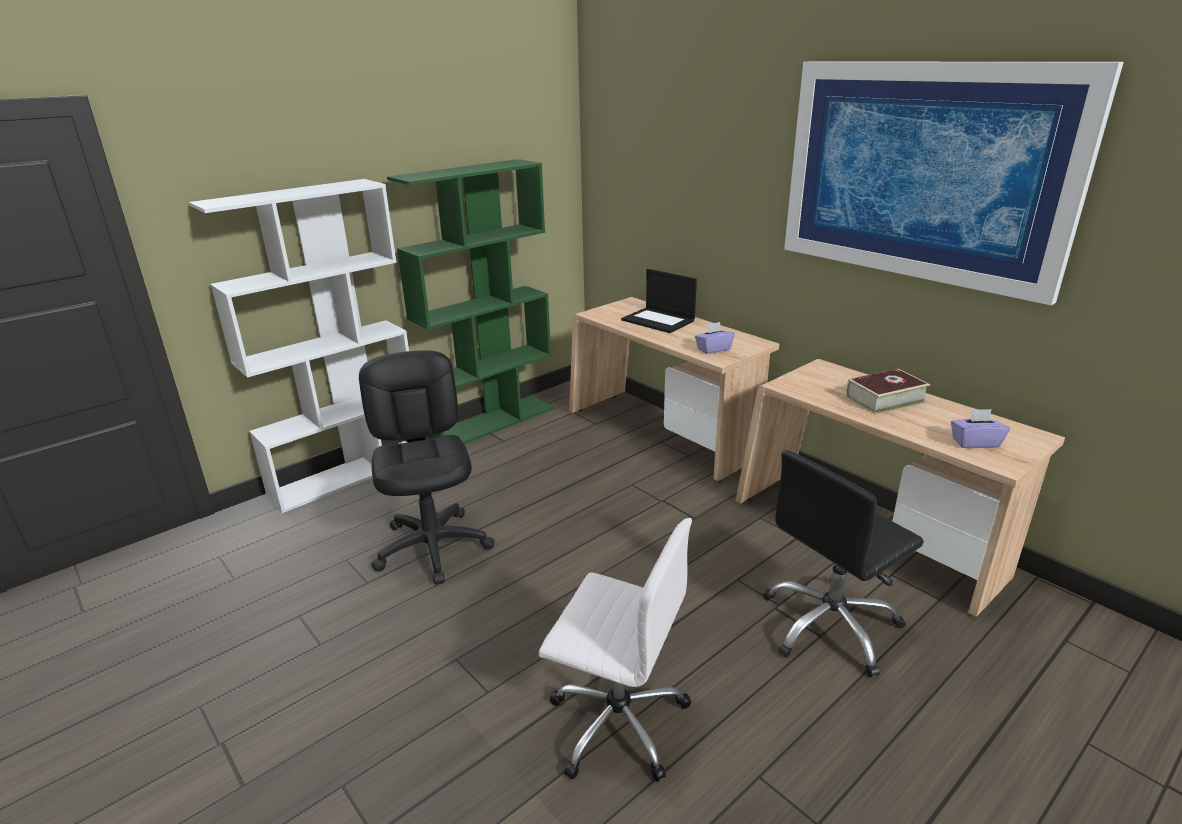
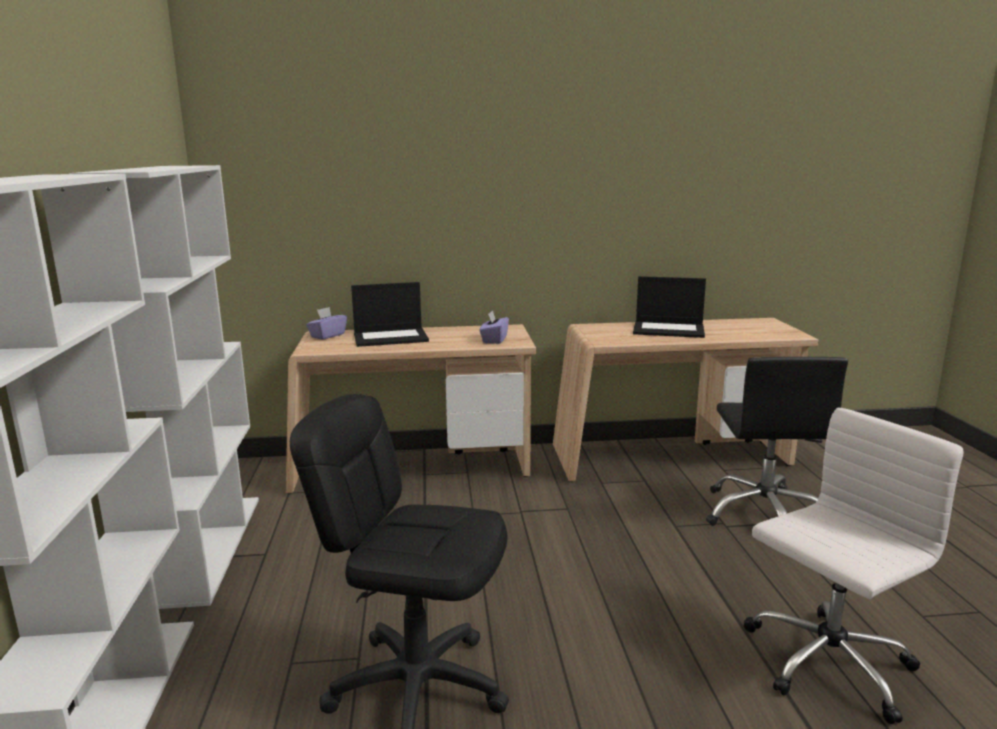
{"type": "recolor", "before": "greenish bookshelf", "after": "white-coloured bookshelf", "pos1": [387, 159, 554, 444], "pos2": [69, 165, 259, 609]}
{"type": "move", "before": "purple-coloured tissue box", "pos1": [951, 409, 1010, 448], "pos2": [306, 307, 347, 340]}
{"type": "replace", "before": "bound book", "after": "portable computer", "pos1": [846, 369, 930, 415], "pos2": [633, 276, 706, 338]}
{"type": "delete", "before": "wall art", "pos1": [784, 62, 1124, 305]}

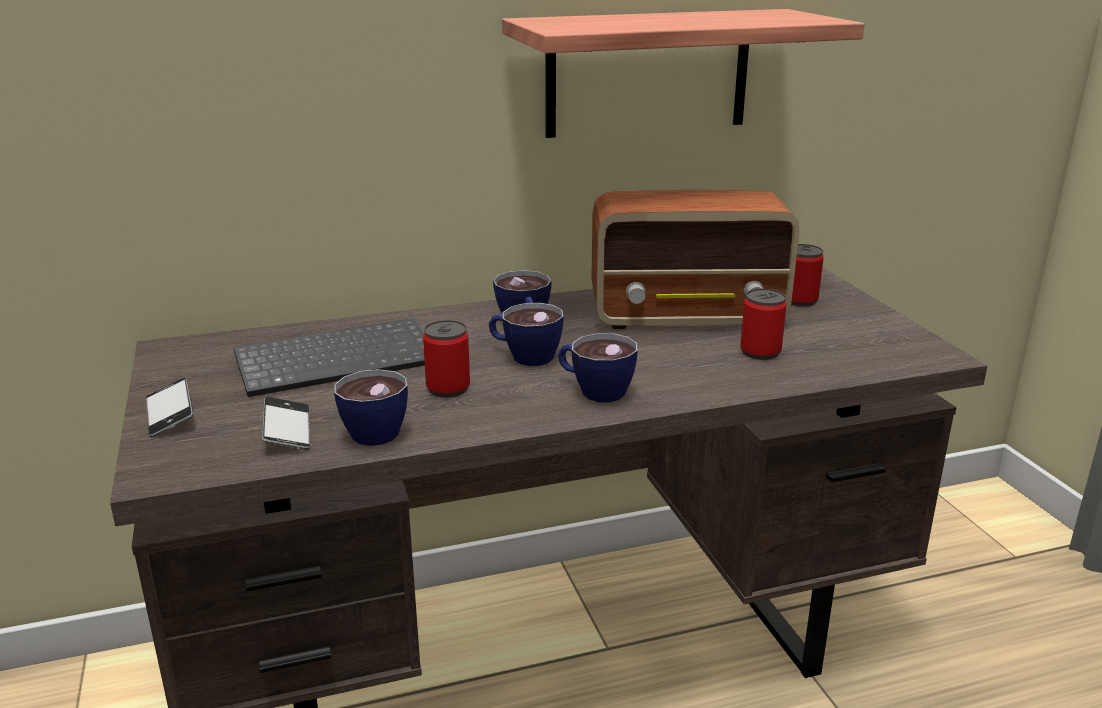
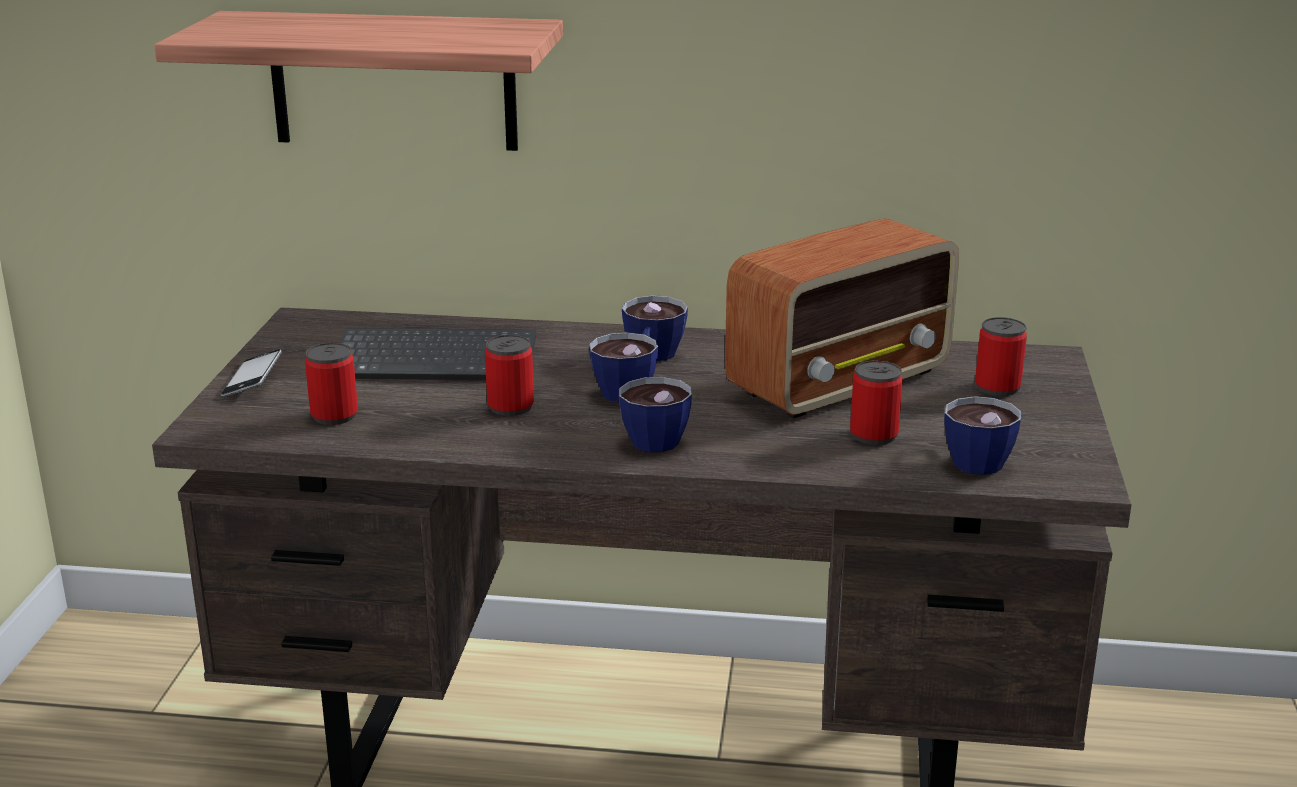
{"type": "move", "before": "wall shelf", "pos1": [502, 9, 865, 138], "pos2": [154, 11, 563, 151]}
{"type": "replace", "before": "handset", "after": "sealed can", "pos1": [262, 397, 311, 450], "pos2": [305, 343, 358, 425]}
{"type": "rotate", "before": "radio", "pos1": [591, 190, 799, 329], "pos2": [725, 218, 959, 419], "turn": -60}
{"type": "move", "before": "small cup", "pos1": [334, 369, 408, 446], "pos2": [944, 396, 1021, 475]}

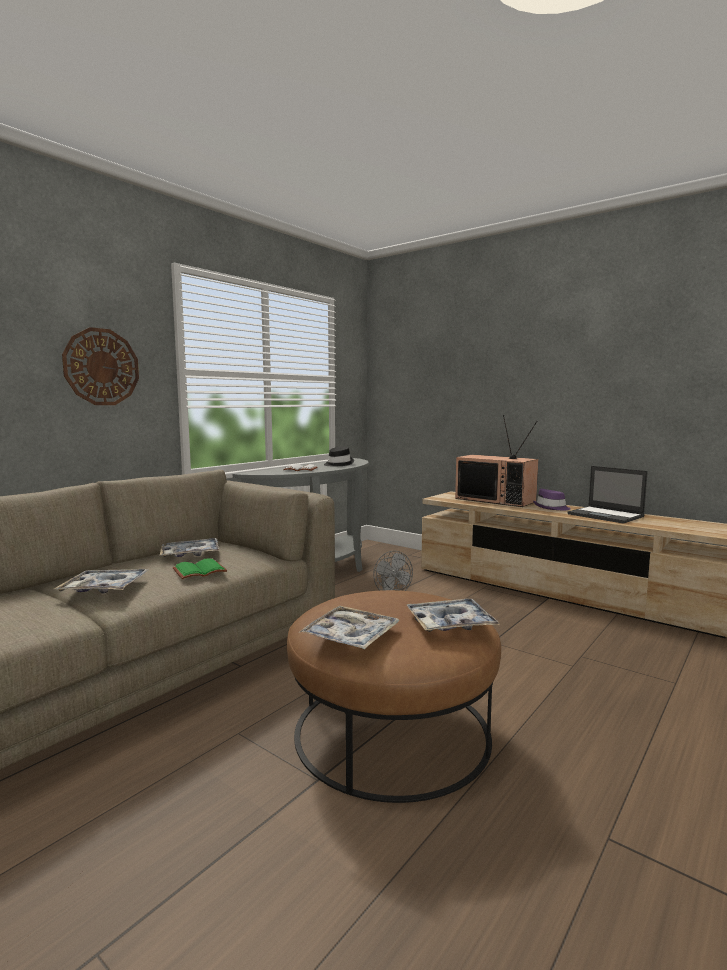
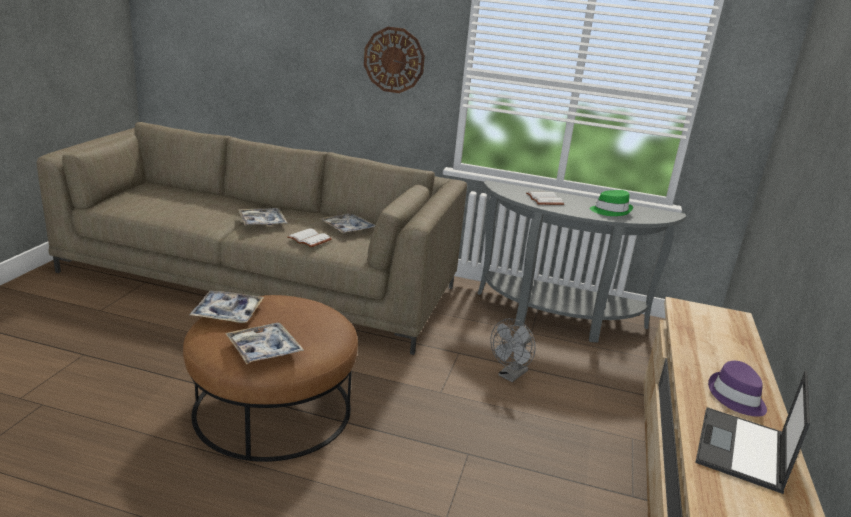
{"type": "recolor", "before": "greenish bound book", "after": "white-coloured bound book", "pos1": [173, 558, 228, 579], "pos2": [287, 228, 332, 247]}
{"type": "recolor", "before": "black-coloured hat", "after": "greenish hat", "pos1": [324, 447, 354, 466], "pos2": [590, 190, 633, 216]}
{"type": "delete", "before": "TV", "pos1": [455, 415, 538, 507]}

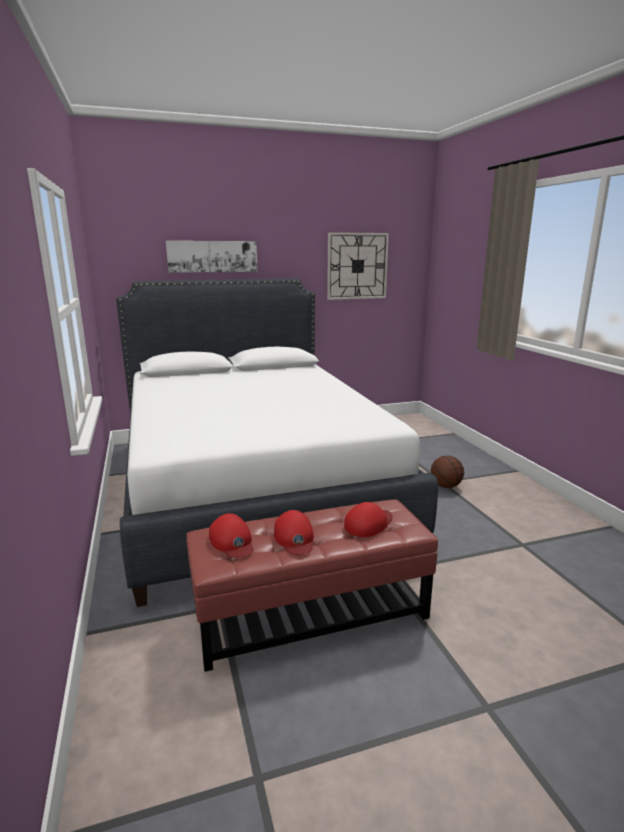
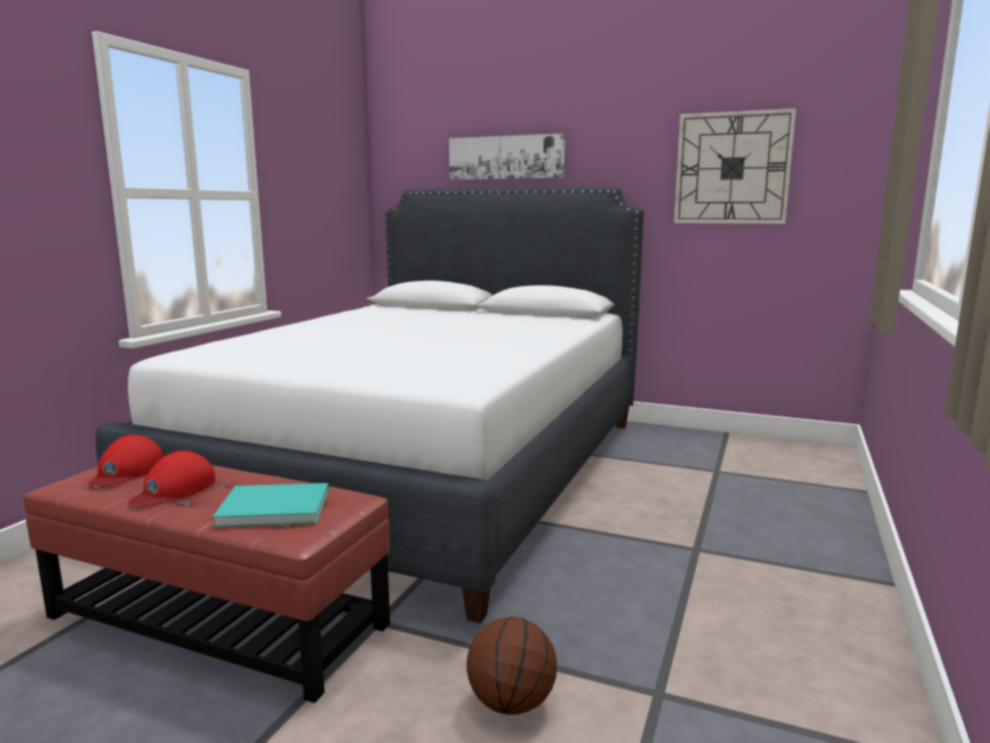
{"type": "replace", "before": "reddish cap", "after": "blue-green bound book", "pos1": [344, 502, 393, 537], "pos2": [213, 483, 329, 527]}
{"type": "move", "before": "basketball", "pos1": [431, 455, 464, 488], "pos2": [467, 617, 557, 715]}

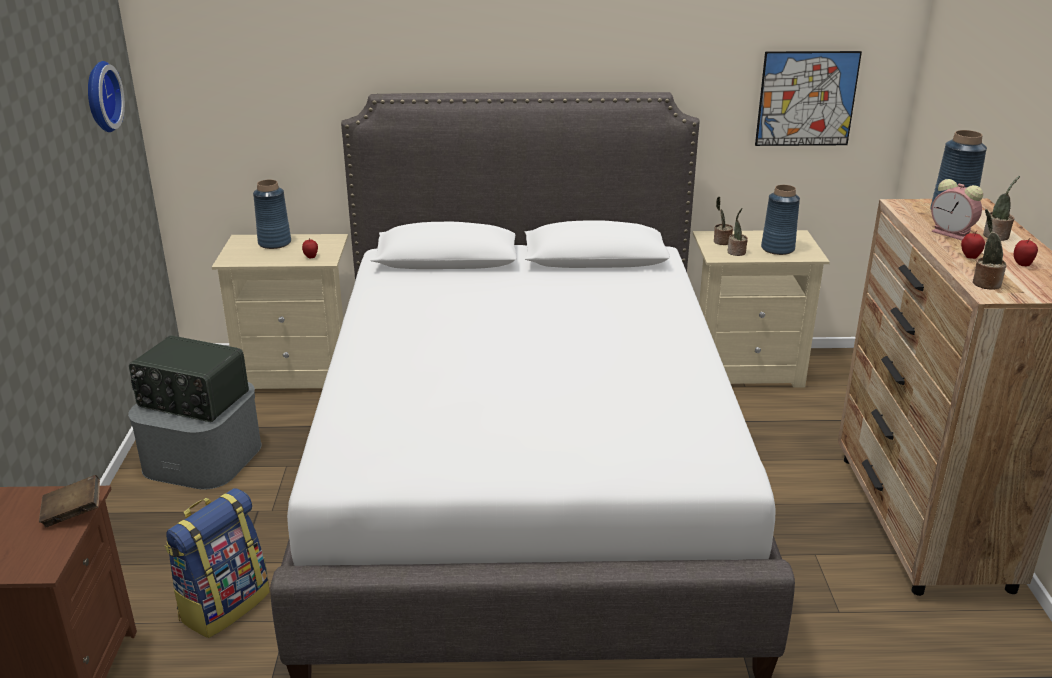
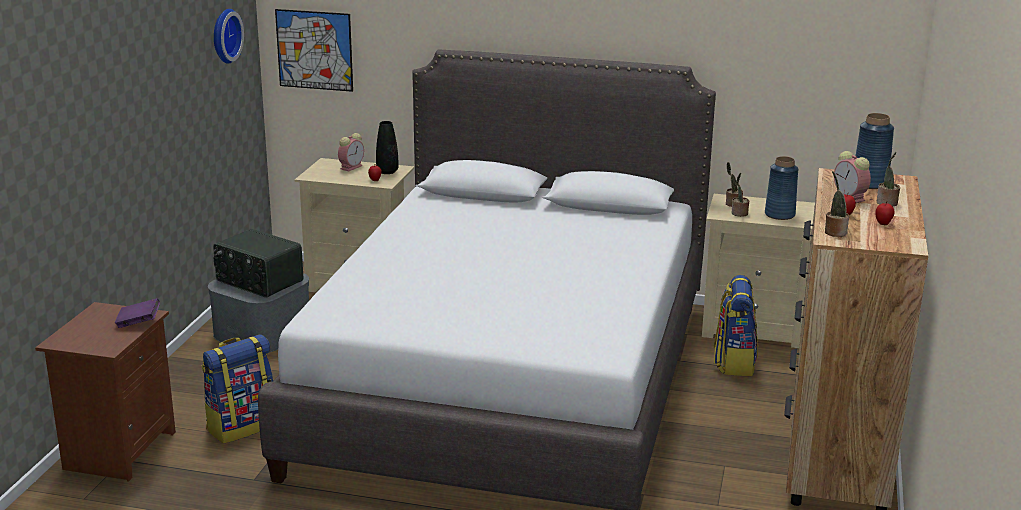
{"type": "recolor", "before": "brown bound book", "after": "purple-coloured bound book", "pos1": [39, 475, 100, 527], "pos2": [115, 298, 160, 328]}
{"type": "move", "before": "wall art", "pos1": [755, 51, 862, 146], "pos2": [275, 9, 353, 92]}
{"type": "replace", "before": "blue vase", "after": "table clock", "pos1": [253, 180, 291, 249], "pos2": [338, 133, 364, 172]}
{"type": "insert", "after": "black-coloured vase", "pos2": [376, 121, 398, 174]}
{"type": "insert", "after": "backpack", "pos2": [714, 275, 758, 376]}

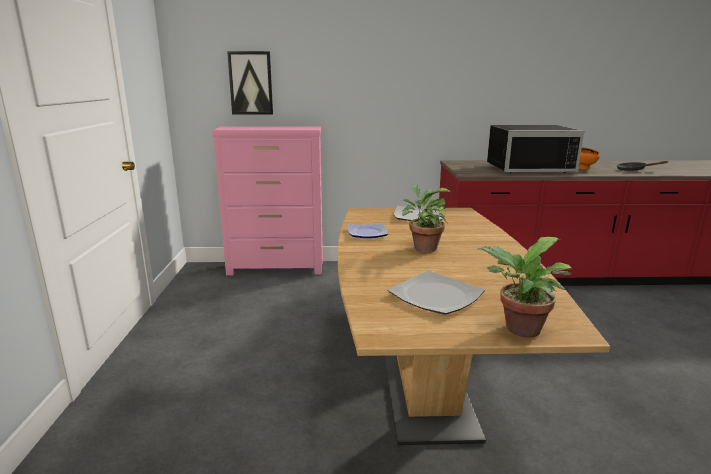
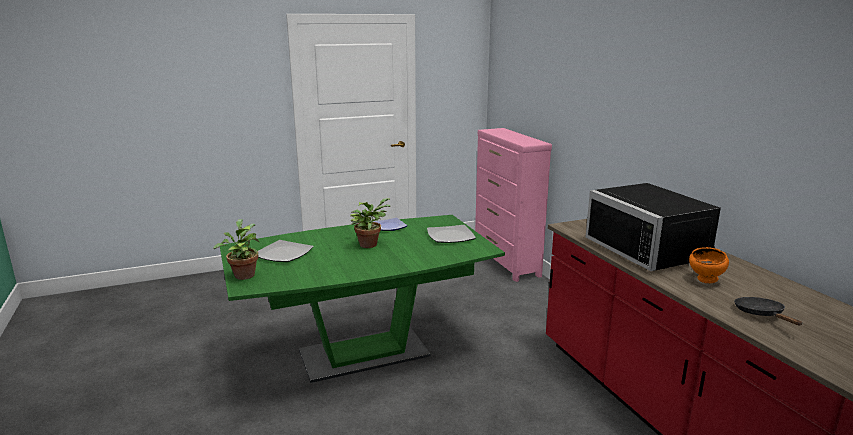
{"type": "recolor", "before": "brown dining table", "after": "greenish dining table", "pos1": [338, 208, 610, 445], "pos2": [220, 215, 505, 383]}
{"type": "delete", "before": "wall art", "pos1": [227, 51, 273, 115]}

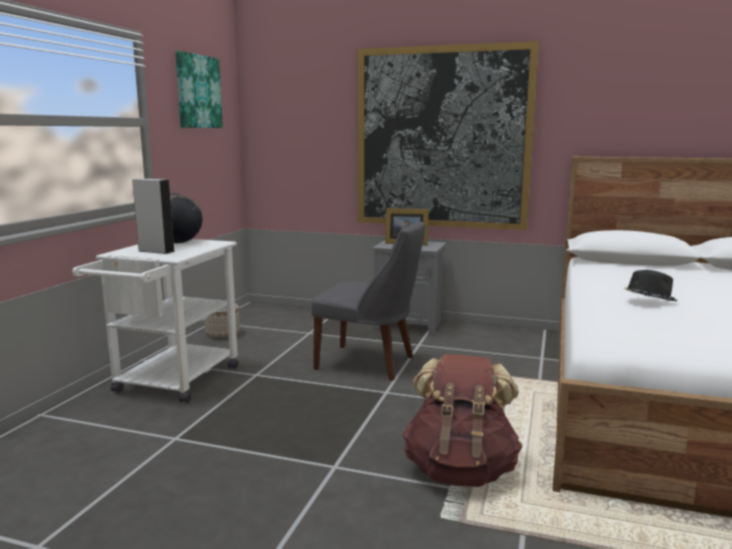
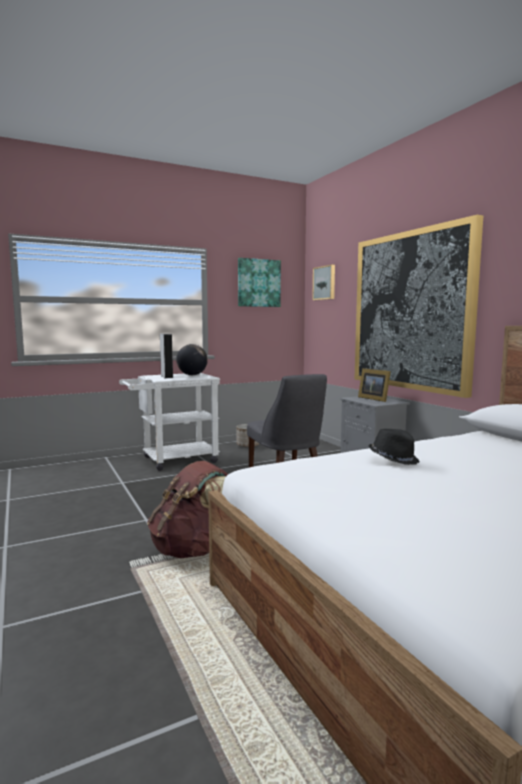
{"type": "insert", "after": "wall art", "pos2": [312, 265, 335, 300]}

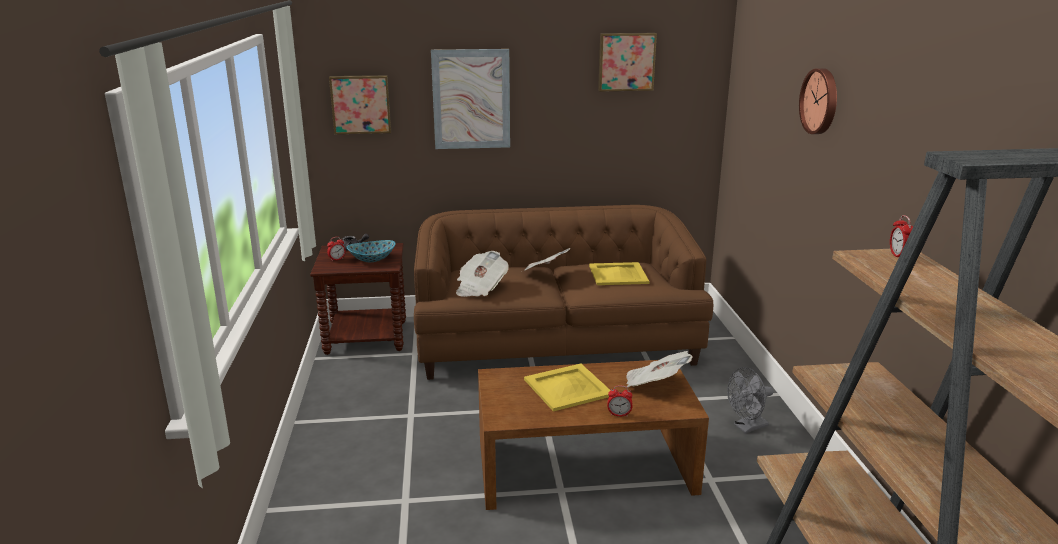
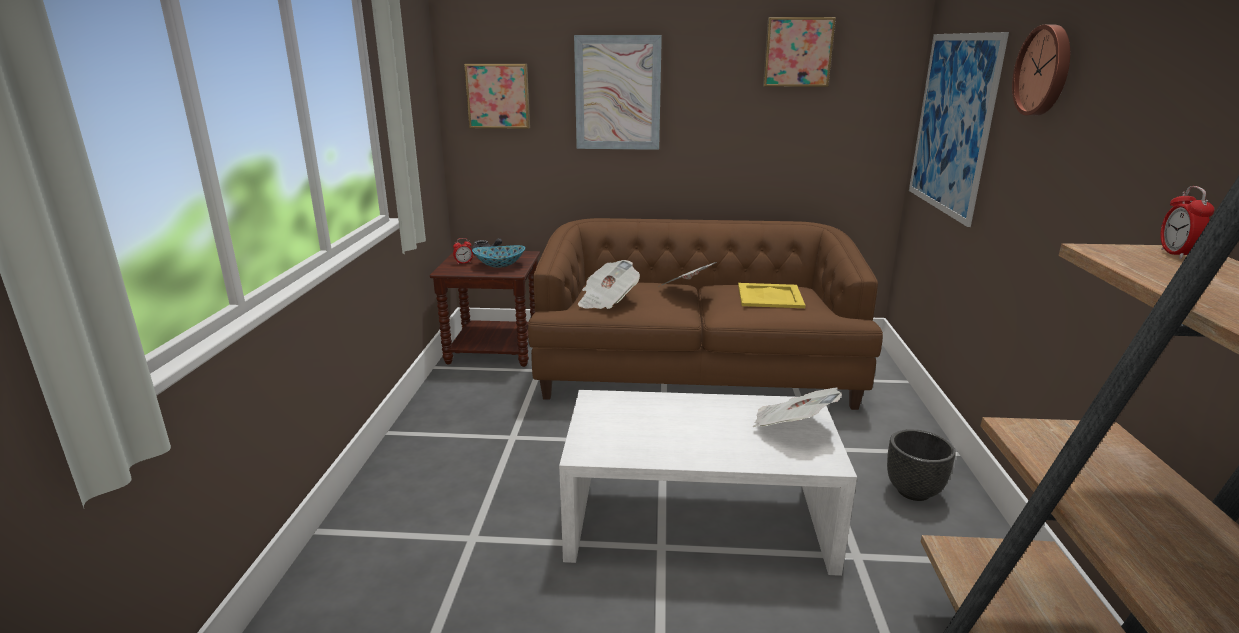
{"type": "recolor", "before": "brown low table", "after": "white-coloured low table", "pos1": [478, 360, 709, 510], "pos2": [559, 390, 857, 576]}
{"type": "replace", "before": "grey fan", "after": "black-coloured planter", "pos1": [727, 367, 774, 433], "pos2": [887, 429, 955, 501]}
{"type": "insert", "after": "wall art", "pos2": [909, 32, 1009, 227]}
{"type": "delete", "before": "yellow-coloured tray", "pos1": [524, 364, 611, 412]}
{"type": "delete", "before": "table clock", "pos1": [607, 385, 633, 417]}

